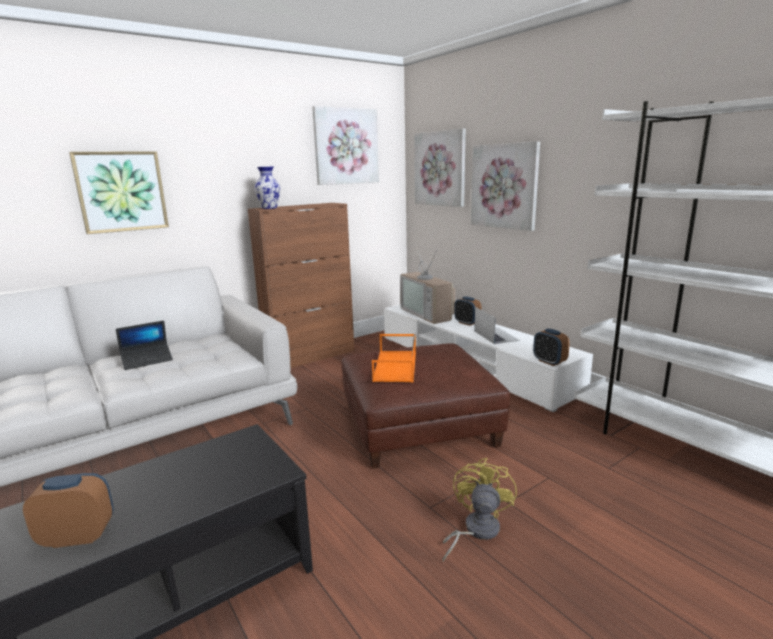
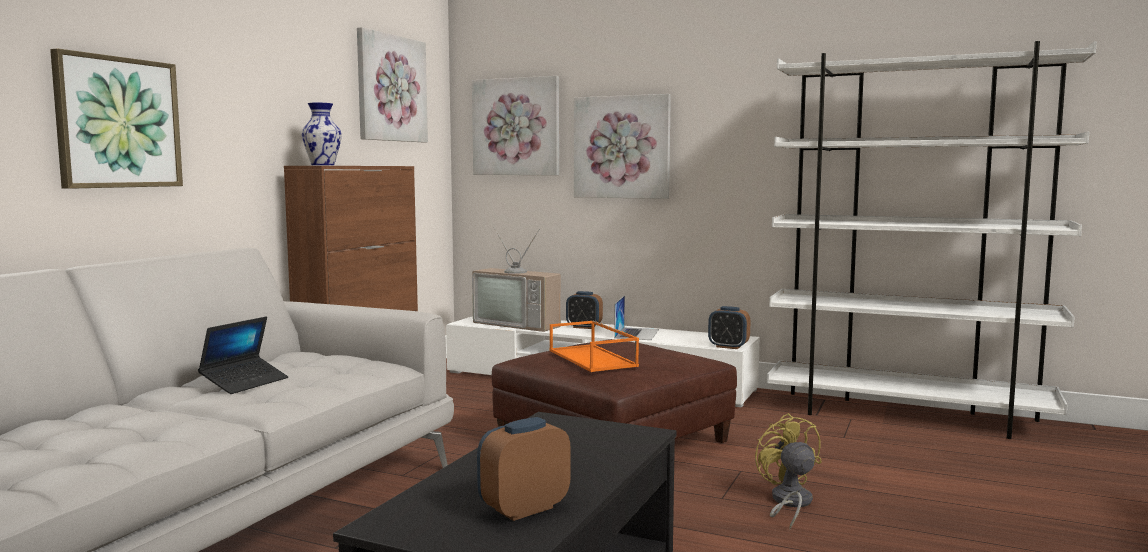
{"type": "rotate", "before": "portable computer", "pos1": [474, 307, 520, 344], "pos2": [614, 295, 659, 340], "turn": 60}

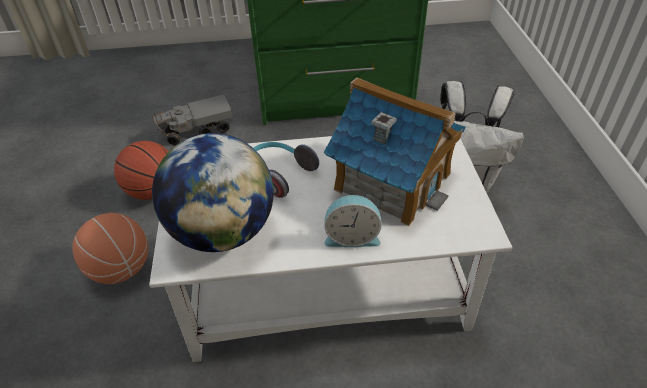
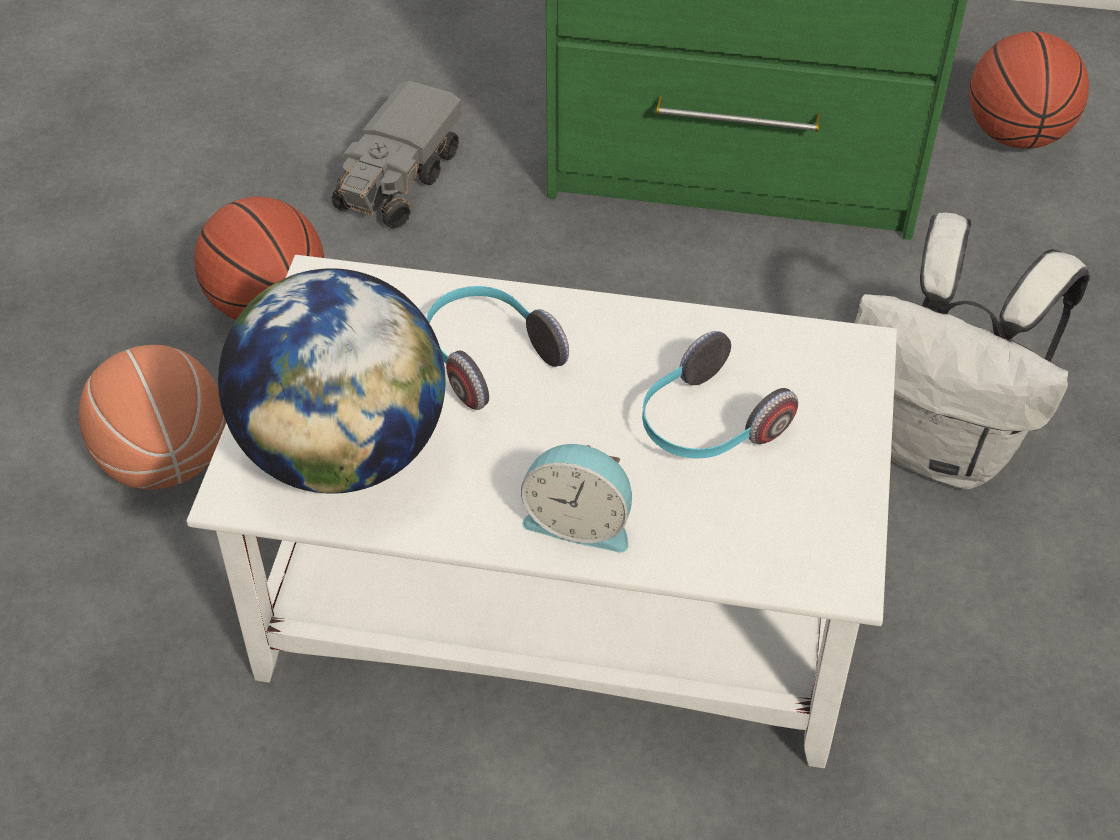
{"type": "rotate", "before": "toy truck", "pos1": [152, 94, 232, 146], "pos2": [331, 81, 462, 228], "turn": -60}
{"type": "replace", "before": "model house", "after": "headset", "pos1": [324, 77, 466, 226], "pos2": [642, 331, 798, 459]}
{"type": "insert", "after": "basketball", "pos2": [969, 31, 1089, 149]}

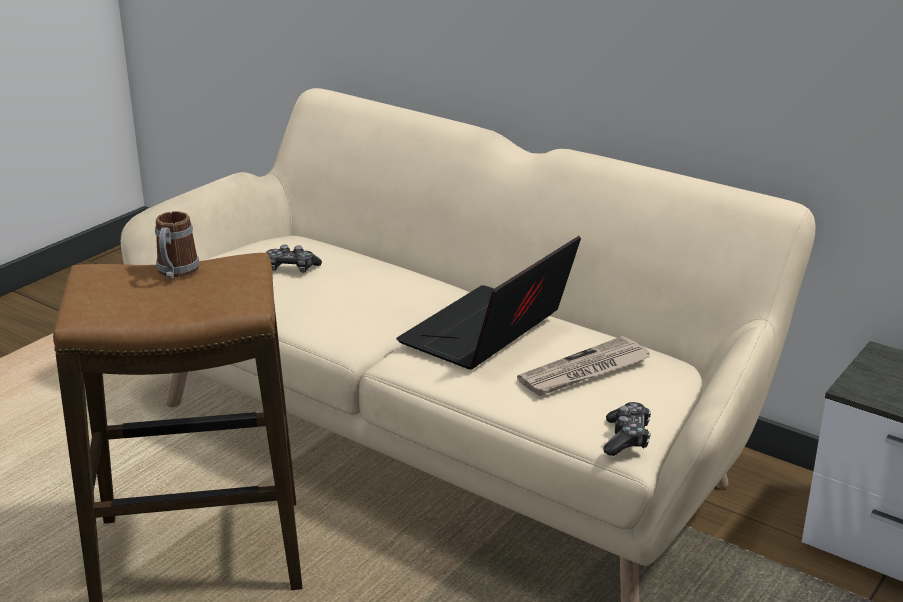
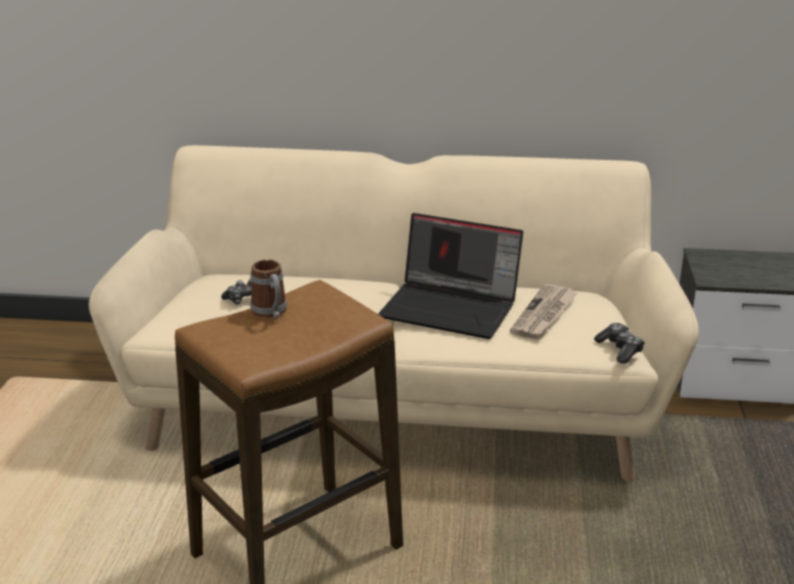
{"type": "rotate", "before": "portable computer", "pos1": [396, 236, 581, 370], "pos2": [378, 213, 523, 339], "turn": -75}

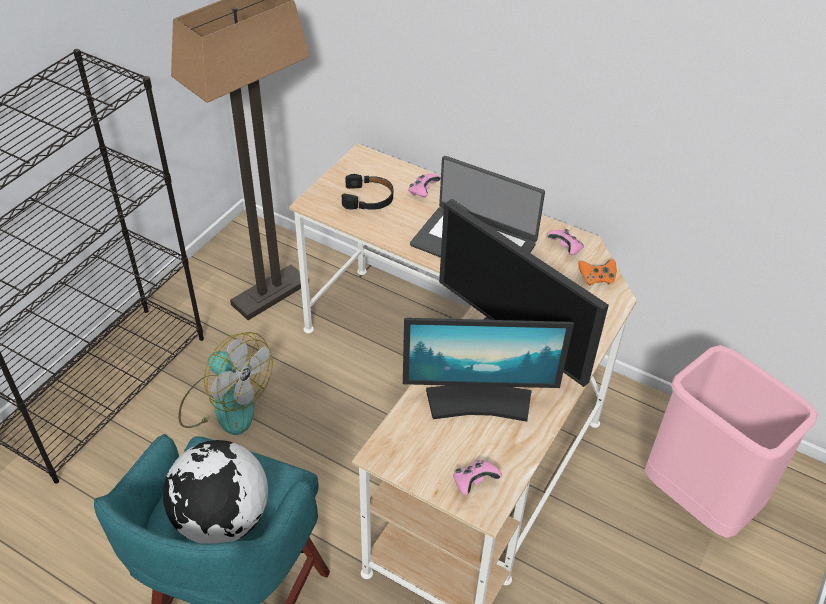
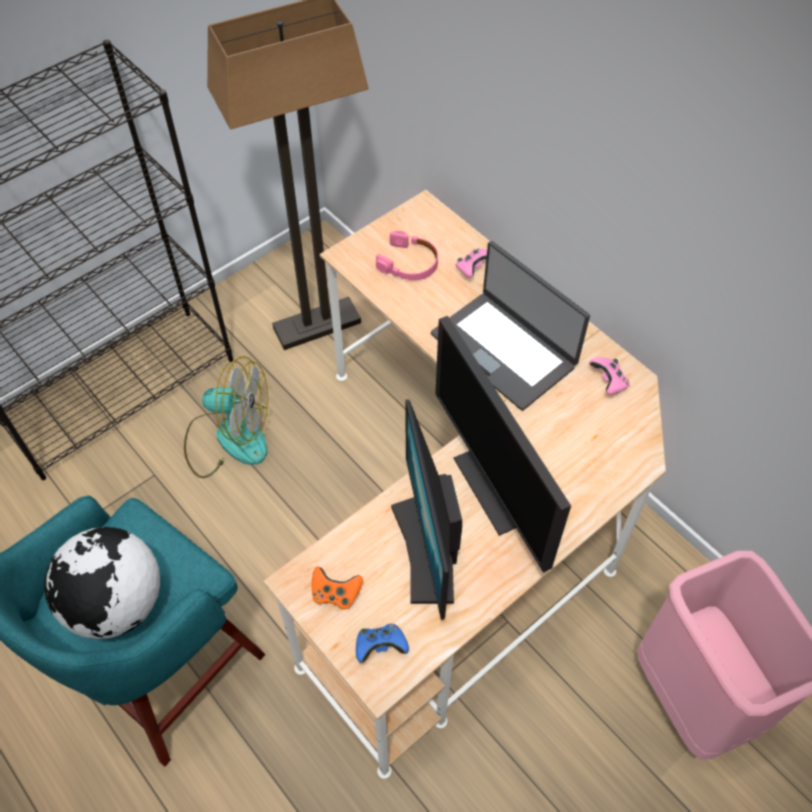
{"type": "rotate", "before": "fan", "pos1": [179, 332, 273, 435], "pos2": [184, 356, 268, 478], "turn": -45}
{"type": "move", "before": "orangey gamepad", "pos1": [578, 259, 616, 286], "pos2": [312, 566, 363, 610]}
{"type": "recolor", "before": "pink-coloured gamepad", "after": "blue gamepad", "pos1": [453, 460, 502, 495], "pos2": [356, 624, 409, 663]}
{"type": "recolor", "before": "black-coloured headset", "after": "pink-coloured headset", "pos1": [342, 174, 393, 210], "pos2": [376, 231, 438, 280]}
{"type": "rotate", "before": "computer display", "pos1": [403, 318, 574, 422], "pos2": [391, 399, 462, 620], "turn": 60}

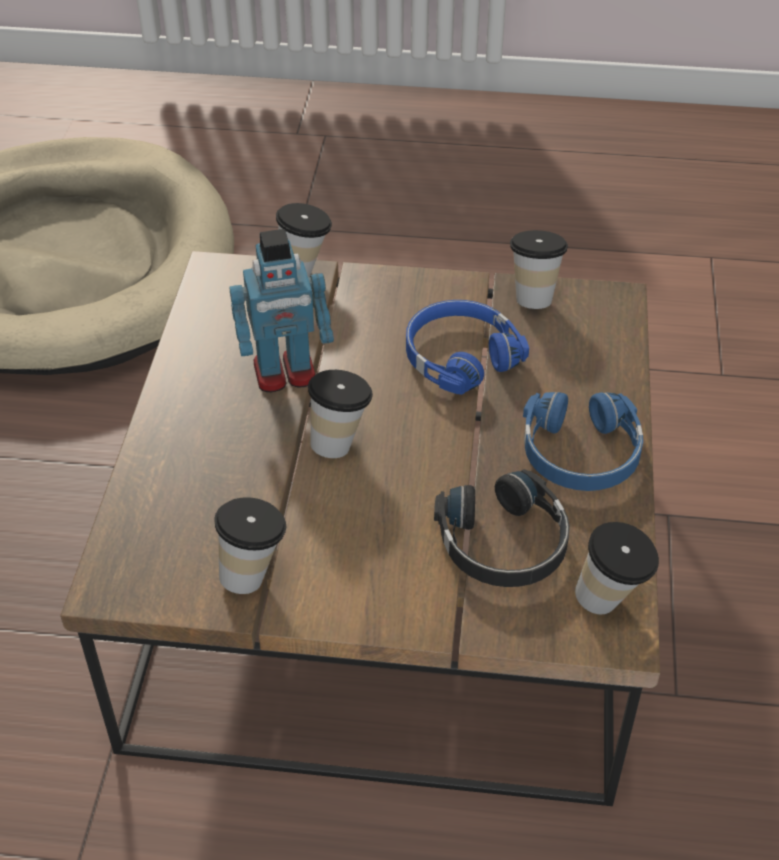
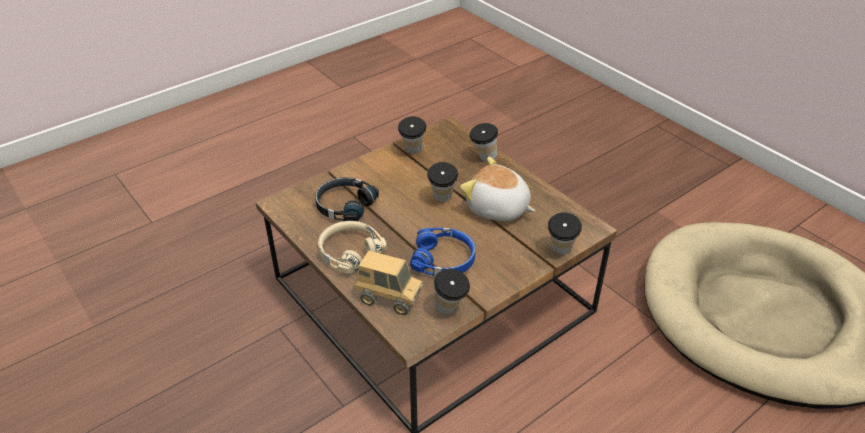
{"type": "recolor", "before": "blue headset", "after": "beige headset", "pos1": [523, 392, 643, 491], "pos2": [318, 221, 387, 274]}
{"type": "insert", "after": "toy truck", "pos2": [355, 250, 423, 315]}
{"type": "replace", "before": "robot figure", "after": "cuddly toy", "pos1": [230, 229, 334, 392], "pos2": [460, 157, 535, 221]}
{"type": "move", "before": "small cup", "pos1": [575, 522, 659, 614], "pos2": [469, 123, 498, 162]}

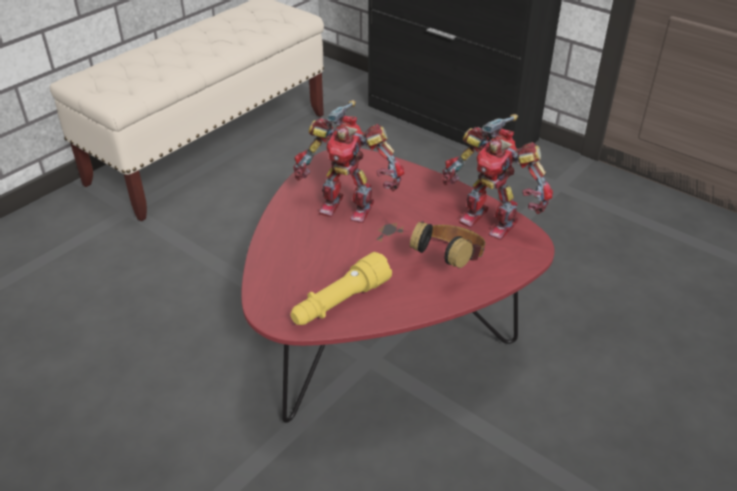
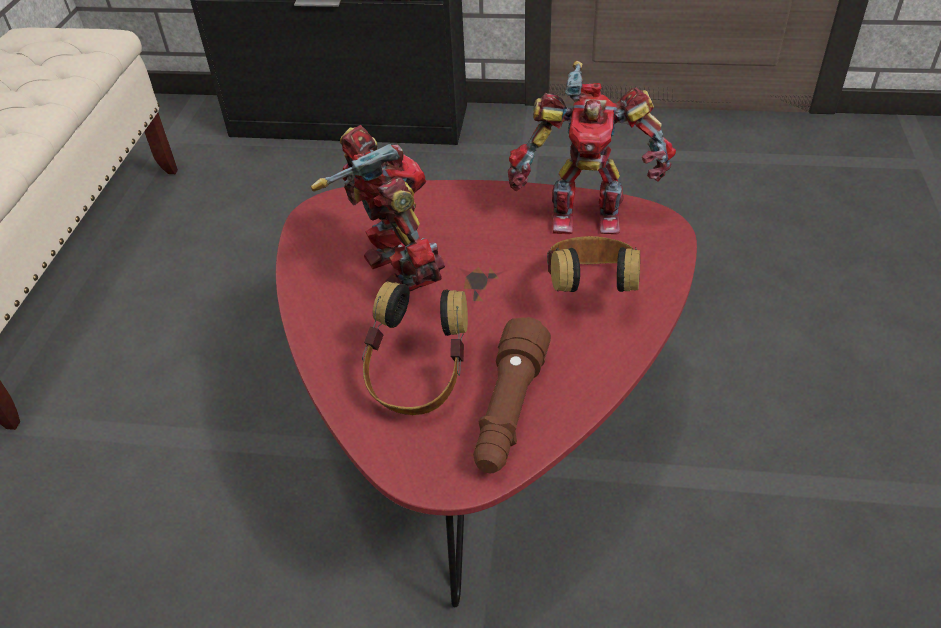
{"type": "rotate", "before": "robot figure", "pos1": [293, 100, 404, 223], "pos2": [311, 125, 445, 292], "turn": -105}
{"type": "insert", "after": "headset", "pos2": [362, 281, 468, 415]}
{"type": "recolor", "before": "yellow-coloured flashlight", "after": "brown flashlight", "pos1": [290, 252, 392, 325], "pos2": [473, 317, 551, 473]}

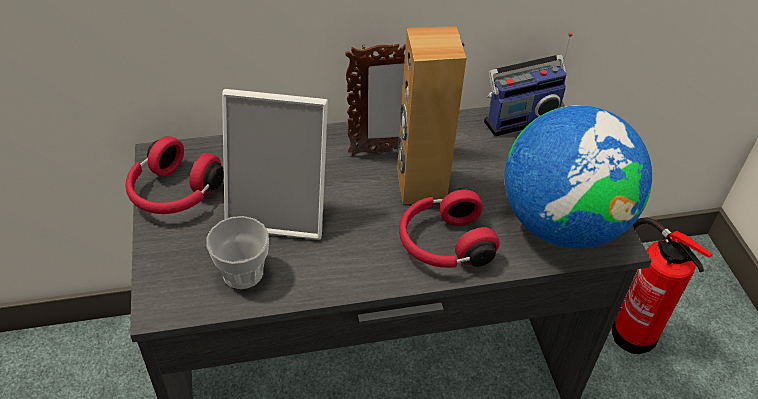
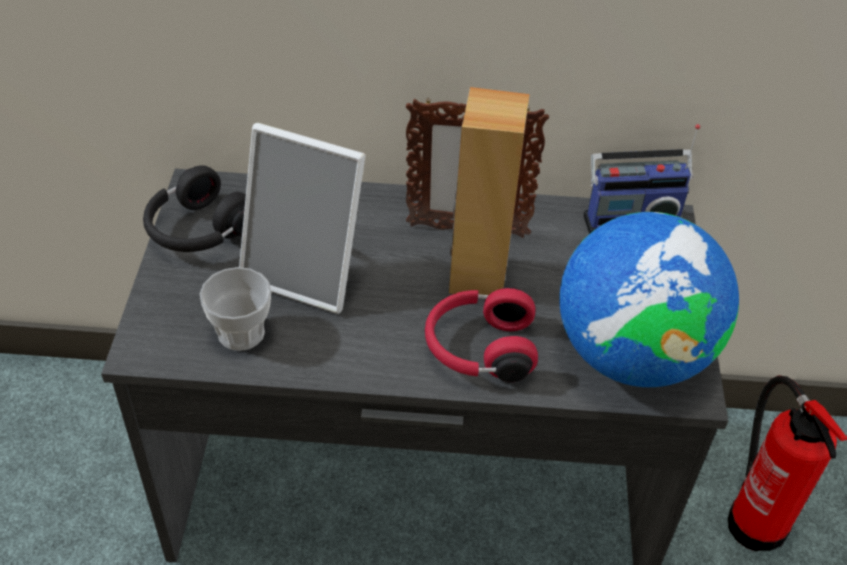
{"type": "recolor", "before": "reddish headset", "after": "black-coloured headset", "pos1": [125, 136, 224, 214], "pos2": [143, 165, 246, 252]}

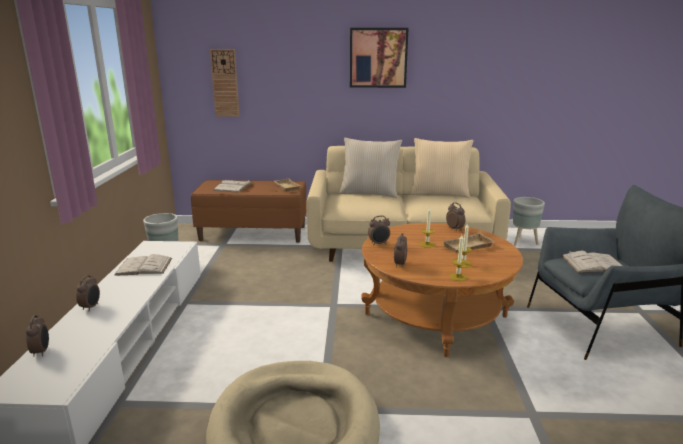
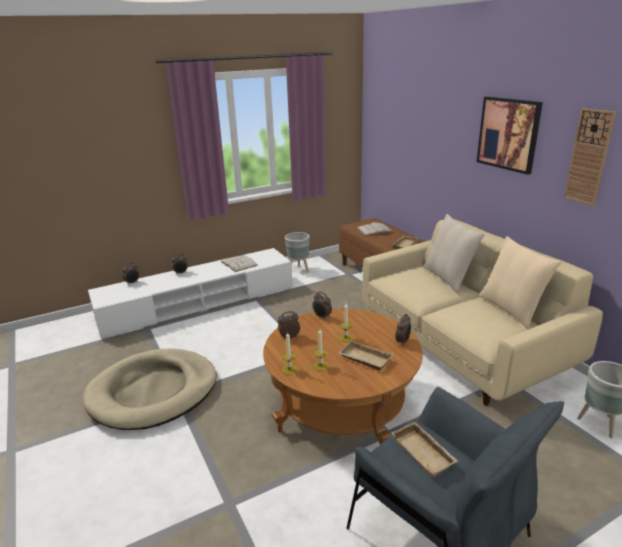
{"type": "replace", "before": "white-coloured bound book", "after": "beige tray", "pos1": [561, 251, 623, 273], "pos2": [392, 422, 458, 478]}
{"type": "move", "before": "hanging clock", "pos1": [210, 49, 240, 117], "pos2": [564, 108, 616, 206]}

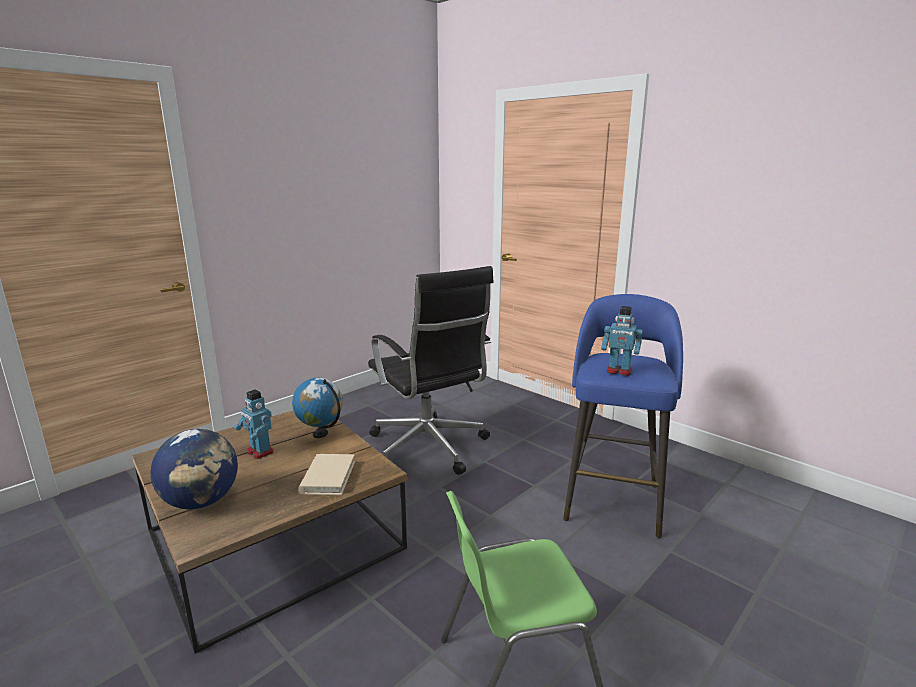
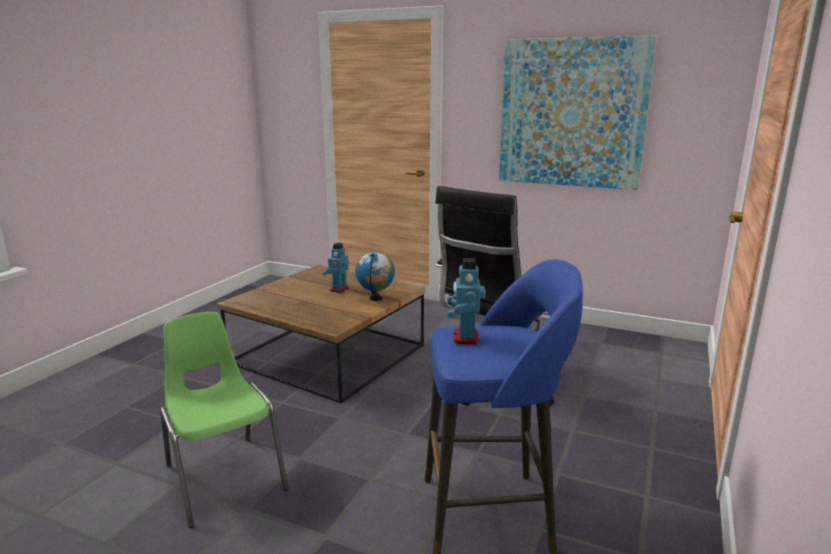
{"type": "insert", "after": "wall art", "pos2": [499, 35, 657, 190]}
{"type": "delete", "before": "world globe", "pos1": [150, 429, 238, 509]}
{"type": "delete", "before": "beige bound book", "pos1": [298, 454, 355, 495]}

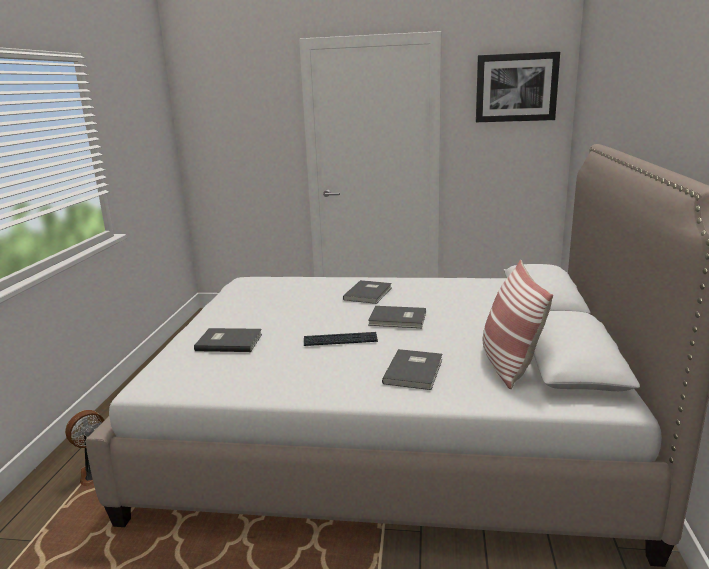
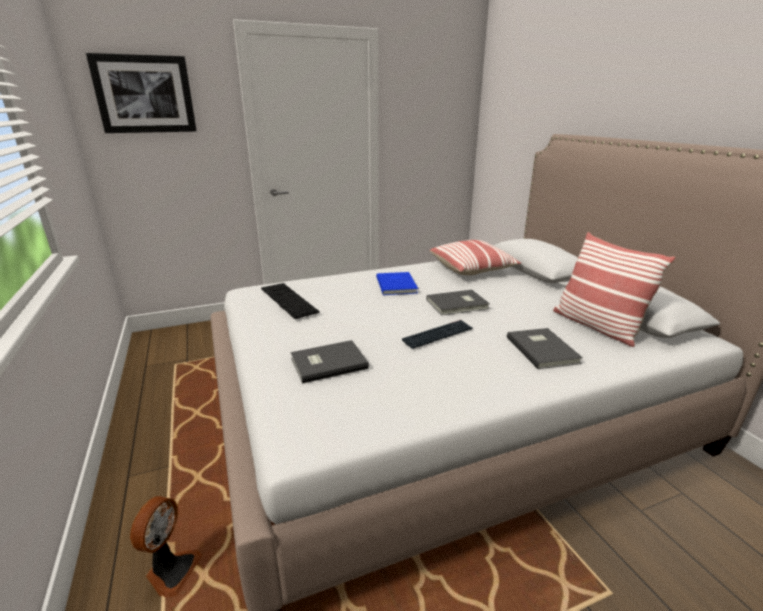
{"type": "move", "before": "wall art", "pos1": [476, 52, 560, 122], "pos2": [86, 53, 197, 133]}
{"type": "insert", "after": "PC keyboard", "pos2": [261, 283, 320, 319]}
{"type": "recolor", "before": "grey bound book", "after": "blue bound book", "pos1": [343, 280, 392, 304], "pos2": [376, 272, 418, 295]}
{"type": "insert", "after": "pillow", "pos2": [430, 240, 521, 275]}

